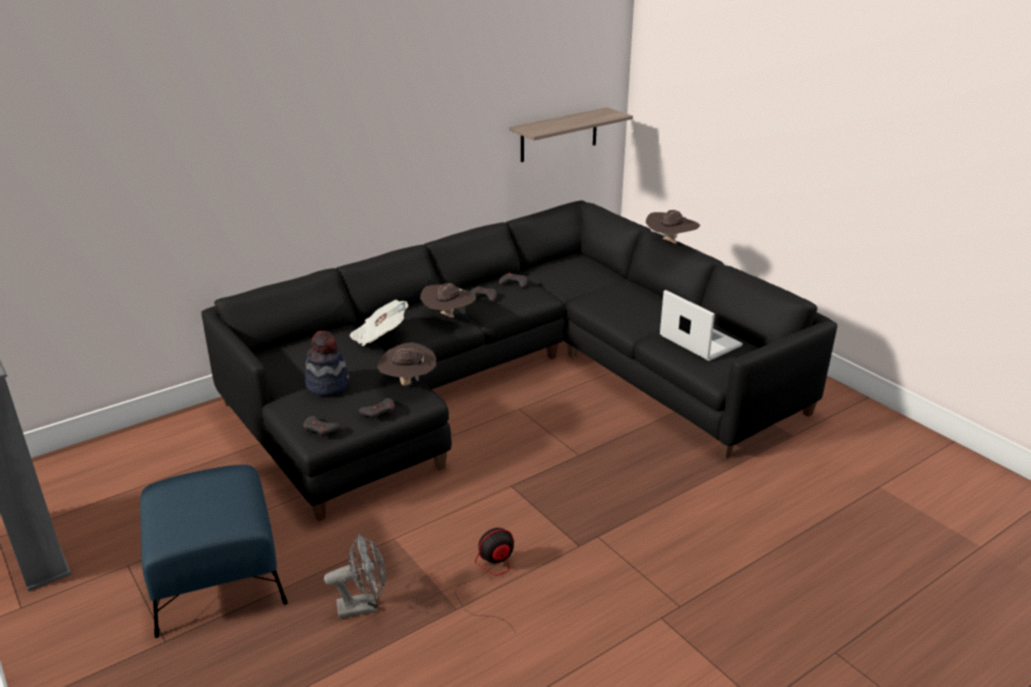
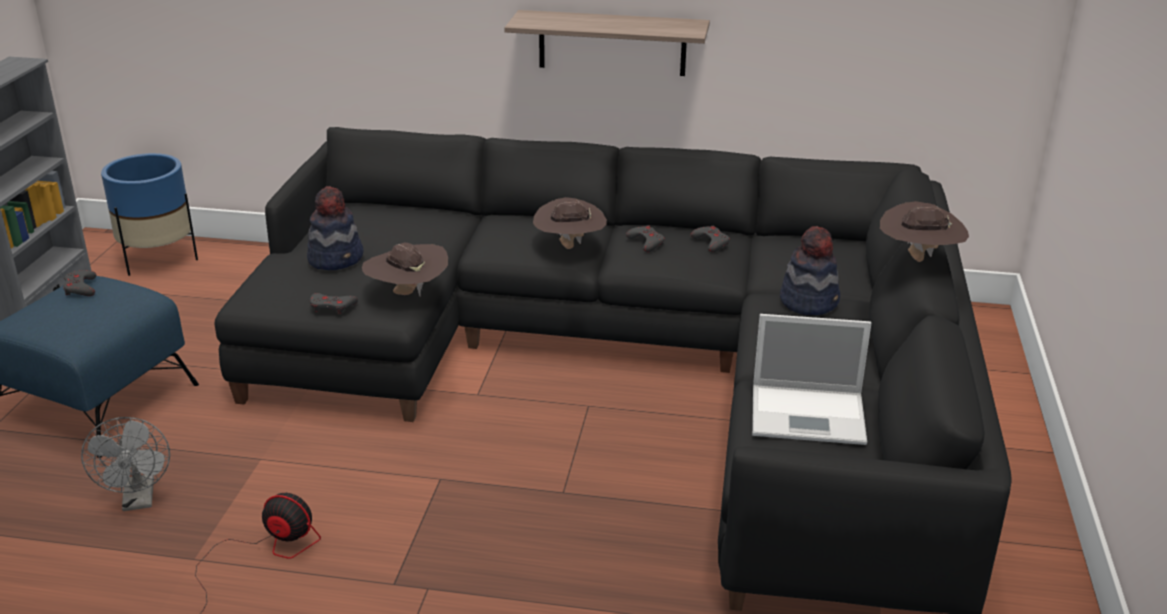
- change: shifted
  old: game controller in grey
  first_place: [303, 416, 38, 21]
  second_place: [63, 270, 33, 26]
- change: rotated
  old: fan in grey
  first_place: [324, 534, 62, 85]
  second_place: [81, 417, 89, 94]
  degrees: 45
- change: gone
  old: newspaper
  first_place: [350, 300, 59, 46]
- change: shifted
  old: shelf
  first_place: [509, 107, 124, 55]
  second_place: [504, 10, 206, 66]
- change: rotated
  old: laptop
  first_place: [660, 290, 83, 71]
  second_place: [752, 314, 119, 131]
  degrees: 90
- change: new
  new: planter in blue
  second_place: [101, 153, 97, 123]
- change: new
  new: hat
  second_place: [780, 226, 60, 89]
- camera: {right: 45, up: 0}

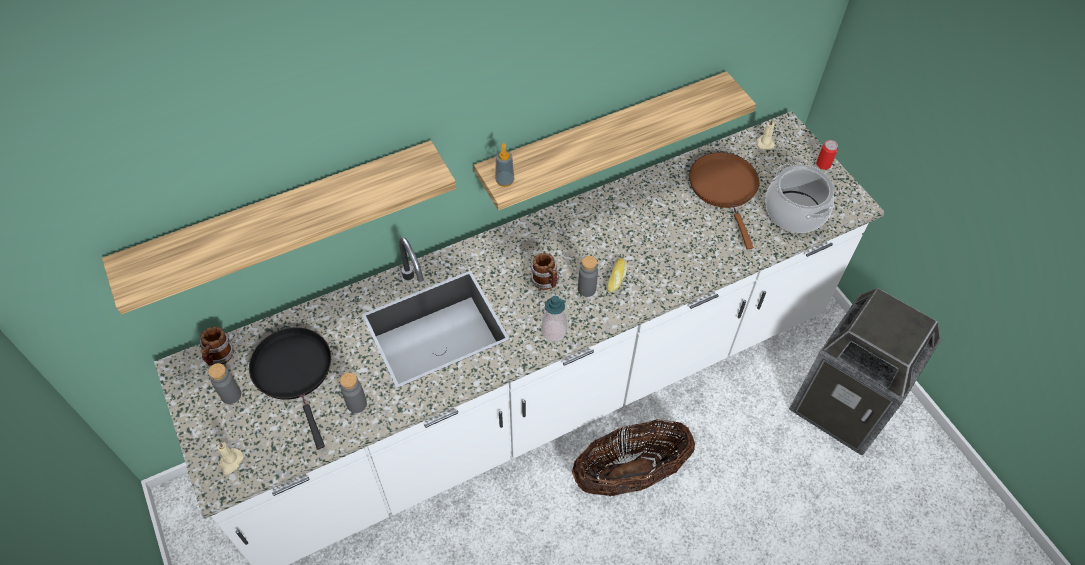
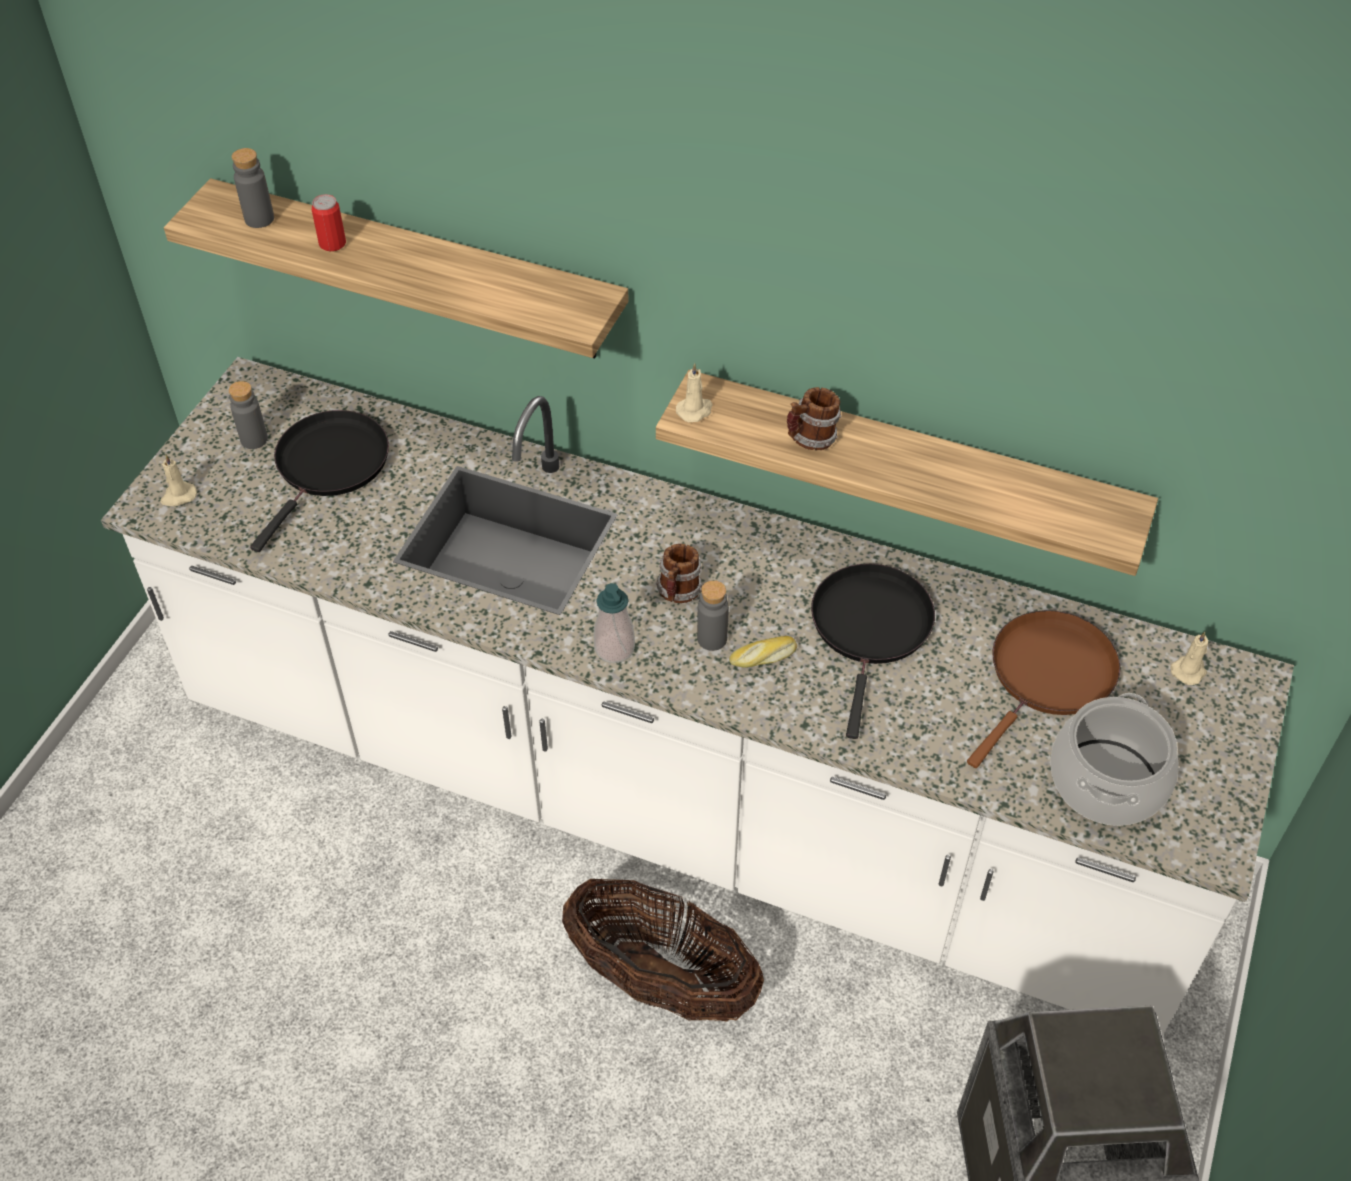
- change: shifted
  old: mug
  first_place: [199, 327, 35, 39]
  second_place: [787, 387, 54, 63]
- change: shifted
  old: bottle in grey
  first_place: [340, 372, 27, 41]
  second_place: [232, 148, 42, 80]
- change: swapped
  old: soap dispenser
  new: candle in beige
  first_place: [495, 143, 19, 44]
  second_place: [676, 363, 37, 59]
- change: shifted
  old: can
  first_place: [816, 140, 22, 30]
  second_place: [312, 194, 34, 57]
- change: new
  new: frying pan in black
  second_place: [811, 564, 124, 175]
- camera: {right: 50, up: -5}

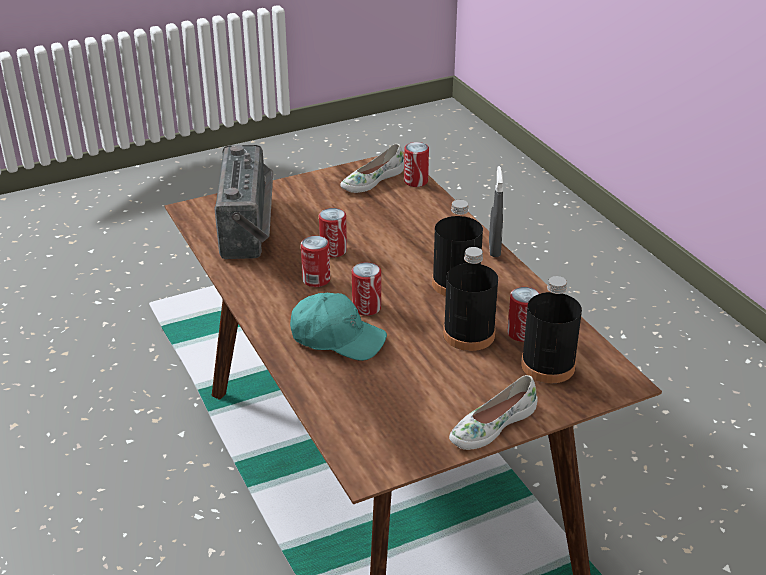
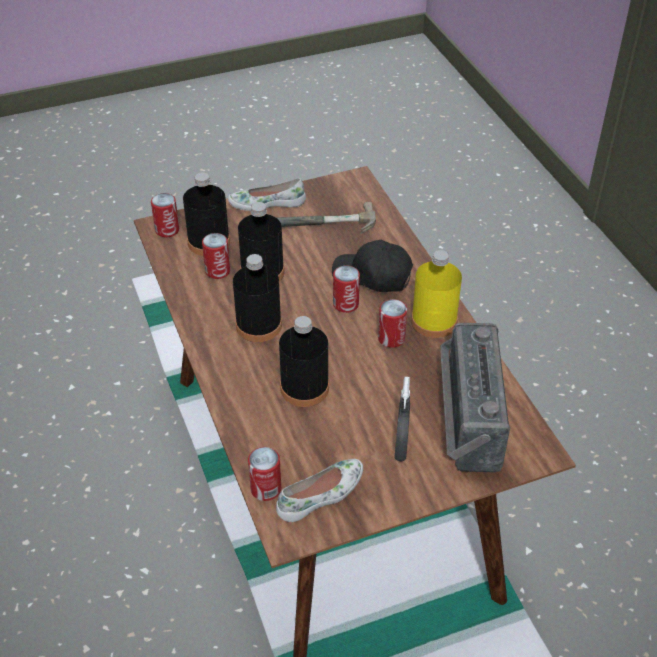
- change: repainted
  old: cap in turquoise
  new: cap in black
  first_place: [290, 293, 97, 68]
  second_place: [332, 240, 81, 52]
- change: shifted
  old: can
  first_place: [319, 208, 28, 49]
  second_place: [151, 193, 28, 44]
- change: rotated
  old: shoe in white
  first_place: [449, 375, 89, 75]
  second_place: [228, 178, 78, 33]
  degrees: -150
- change: shifted
  old: spray bottle in grey
  first_place: [489, 166, 14, 91]
  second_place: [394, 377, 16, 85]
- change: new
  new: hammer
  second_place: [276, 202, 100, 32]
- change: new
  new: bottle in black
  second_place: [279, 316, 50, 91]
- change: new
  new: bottle in yellow
  second_place: [411, 250, 51, 88]
- camera: {right: -175, up: 10}

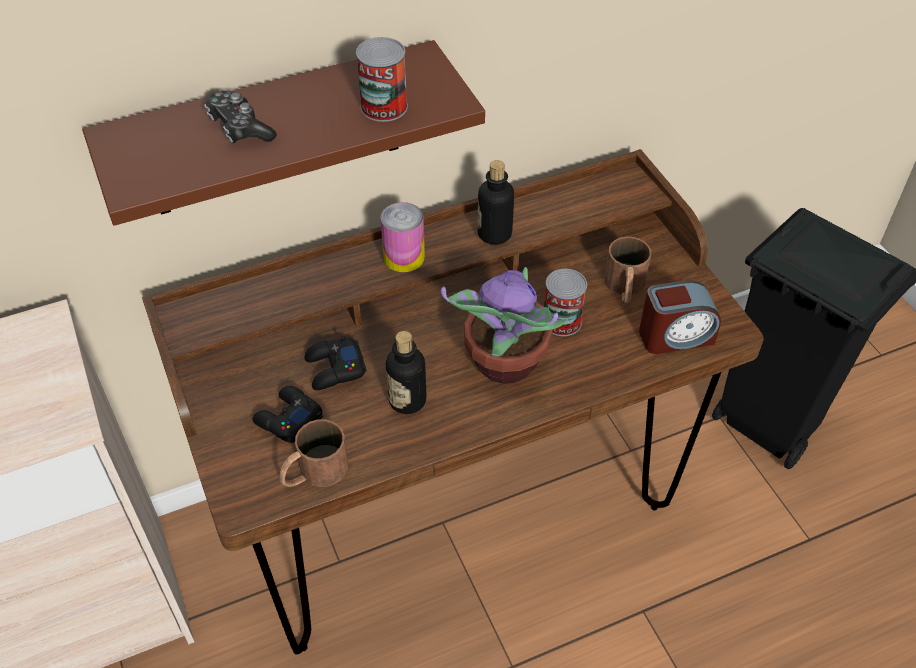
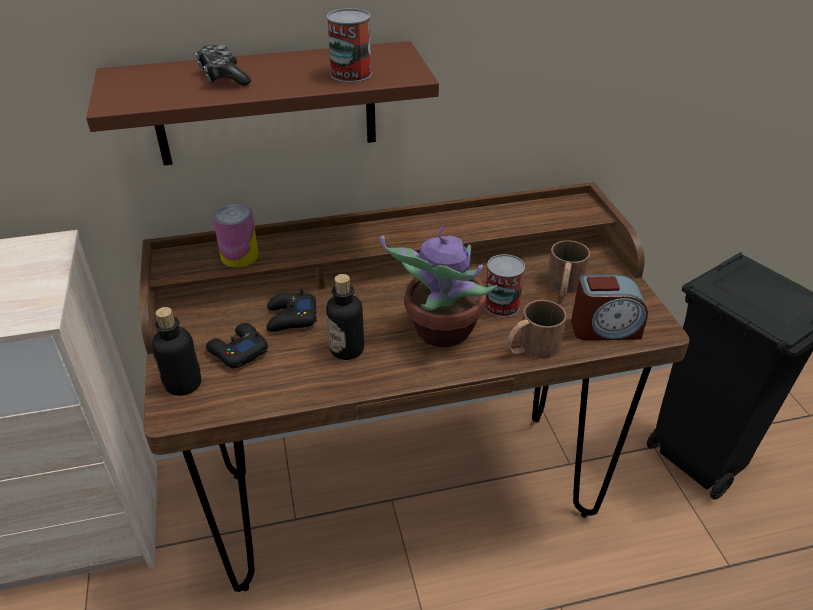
- change: shifted
  old: mug in brown
  first_place: [279, 419, 69, 68]
  second_place: [506, 300, 60, 59]
- change: shifted
  old: can
  first_place: [380, 202, 45, 70]
  second_place: [213, 204, 46, 63]
- change: shifted
  old: bottle
  first_place: [477, 160, 37, 85]
  second_place: [152, 307, 49, 89]
- camera: {right: 10, up: -10}

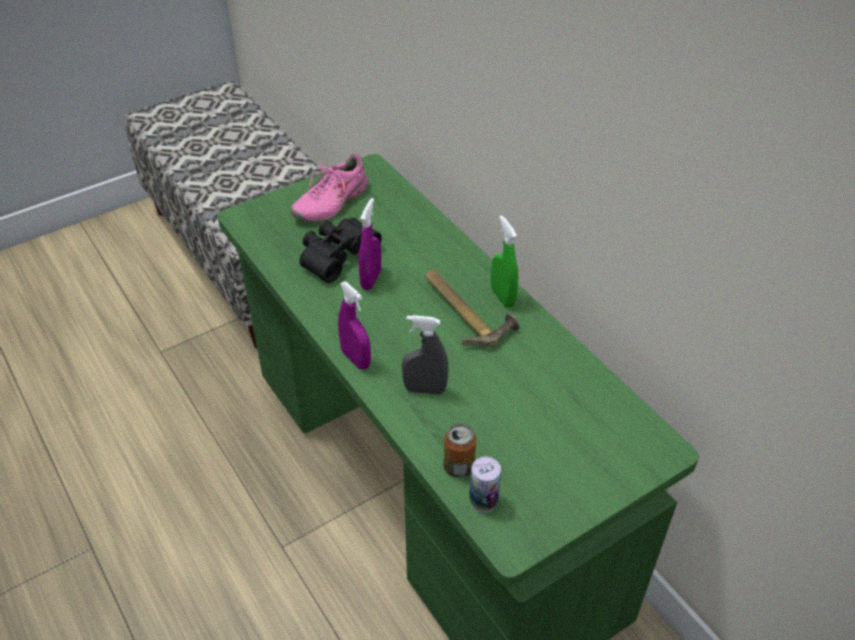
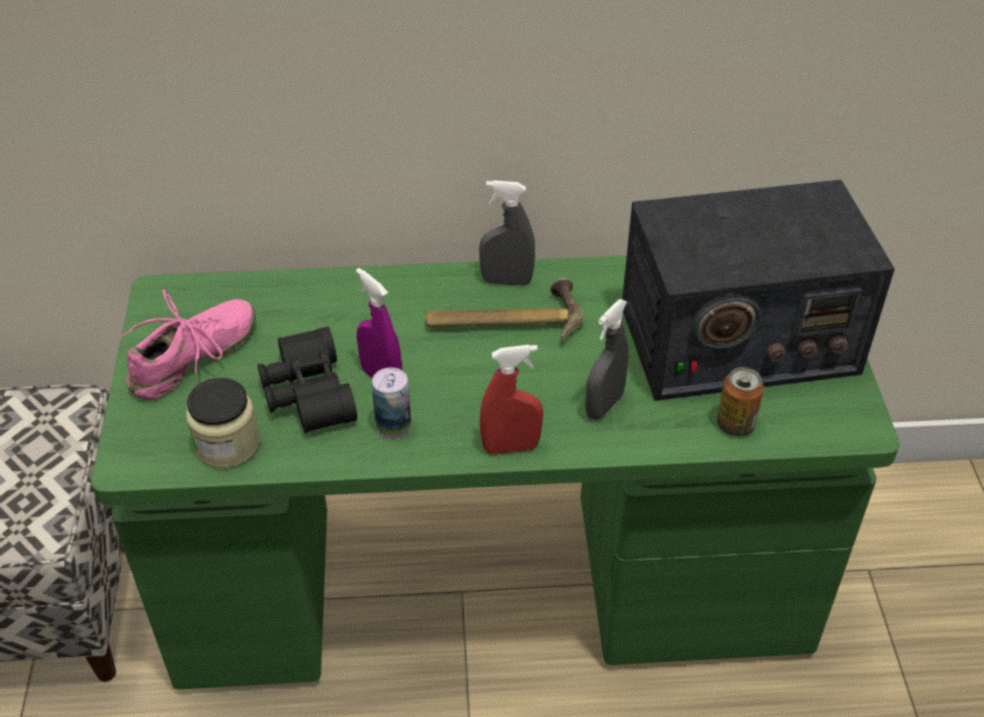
- change: rotated
  old: shoe in pink
  first_place: [290, 153, 79, 69]
  second_place: [119, 290, 137, 110]
  degrees: -120
- change: repainted
  old: spray bottle in purple
  new: spray bottle in red
  first_place: [338, 281, 33, 88]
  second_place: [479, 345, 64, 110]
- change: shifted
  old: can
  first_place: [469, 457, 32, 56]
  second_place: [372, 367, 39, 72]
- change: repainted
  old: spray bottle in green
  new: spray bottle in grey
  first_place: [491, 215, 27, 92]
  second_place: [479, 180, 56, 106]
- change: new
  new: jar
  second_place: [186, 378, 74, 90]
- change: new
  new: radio
  second_place: [622, 180, 273, 221]
- camera: {right: -60, up: 0}

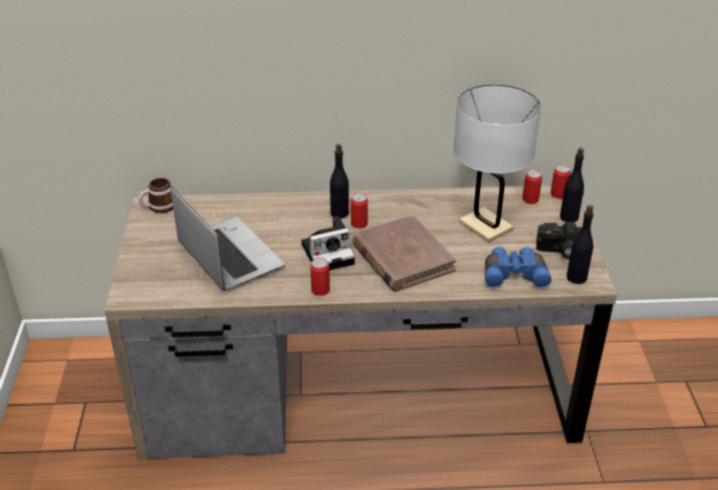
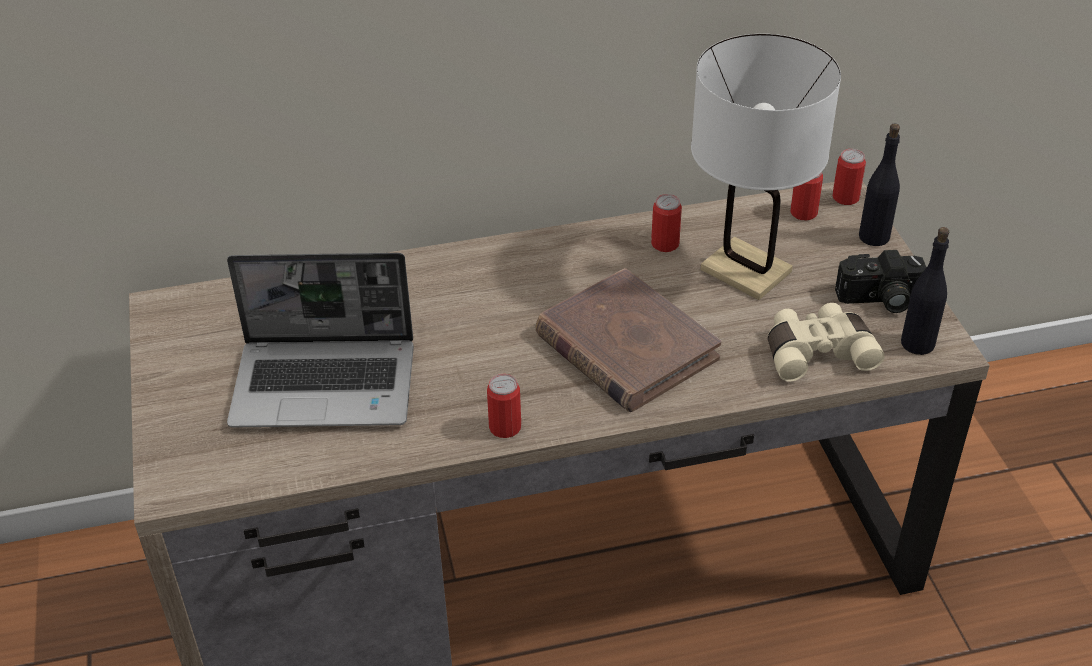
- change: gone
  old: mug
  first_place: [139, 178, 34, 35]
- change: rotated
  old: laptop
  first_place: [170, 186, 114, 105]
  second_place: [227, 253, 187, 175]
  degrees: 135
- change: gone
  old: photo camera
  first_place: [301, 216, 54, 55]
- change: gone
  old: bottle in black
  first_place: [330, 144, 19, 75]
- change: shifted
  old: can
  first_place: [351, 193, 17, 35]
  second_place: [651, 194, 31, 58]
- change: repainted
  old: binoculars in blue
  new: binoculars in beige
  first_place: [485, 247, 66, 41]
  second_place: [768, 303, 117, 79]
- camera: {right: -10, up: 5}

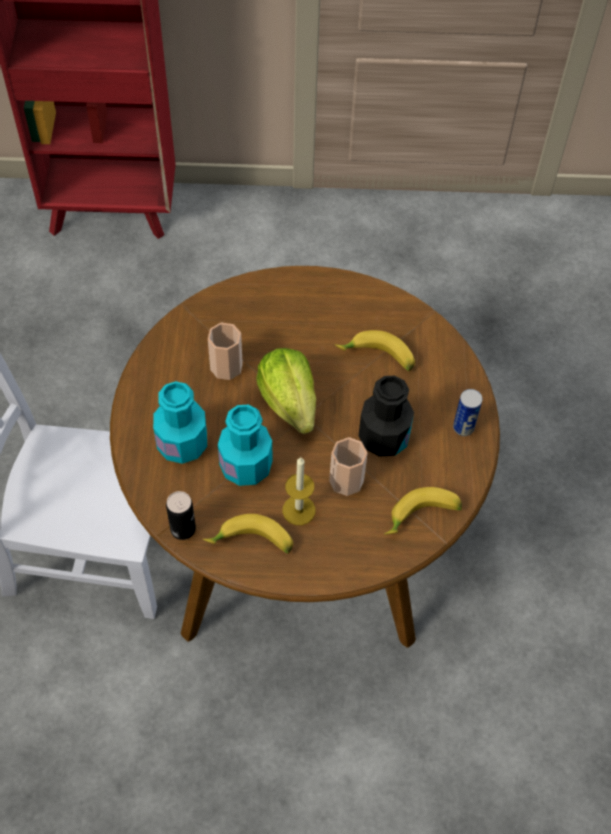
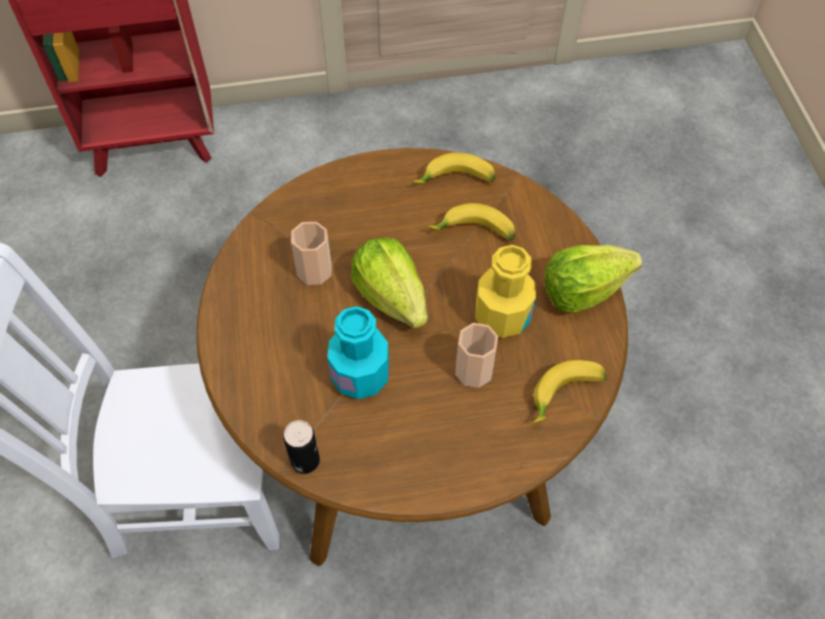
- change: gone
  old: bottle in turquoise
  first_place: [153, 381, 54, 83]
- change: shifted
  old: banana
  first_place: [203, 514, 90, 40]
  second_place: [412, 153, 84, 31]
- change: gone
  old: candle
  first_place: [282, 458, 33, 67]
- change: repainted
  old: bottle in black
  new: bottle in yellow
  first_place: [359, 376, 55, 80]
  second_place: [476, 245, 60, 93]
- change: swapped
  old: can
  new: lettuce
  first_place: [453, 389, 29, 47]
  second_place: [545, 245, 97, 67]
- camera: {right: -10, up: 0}

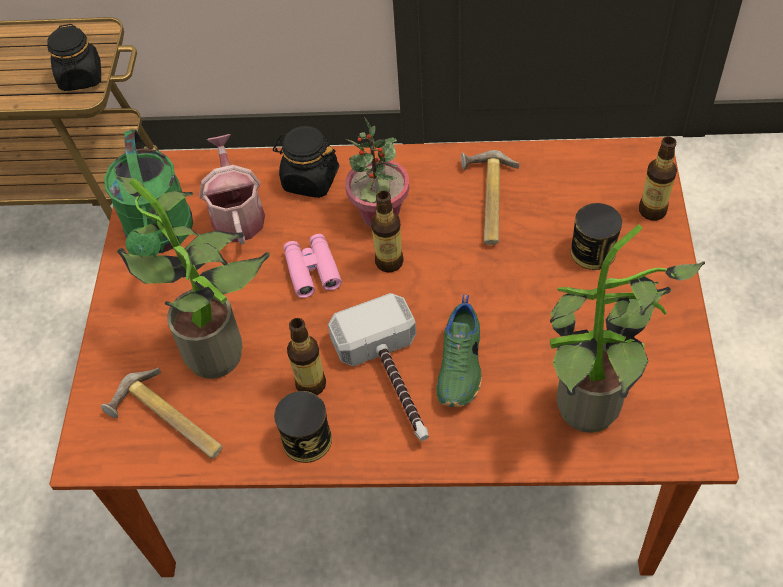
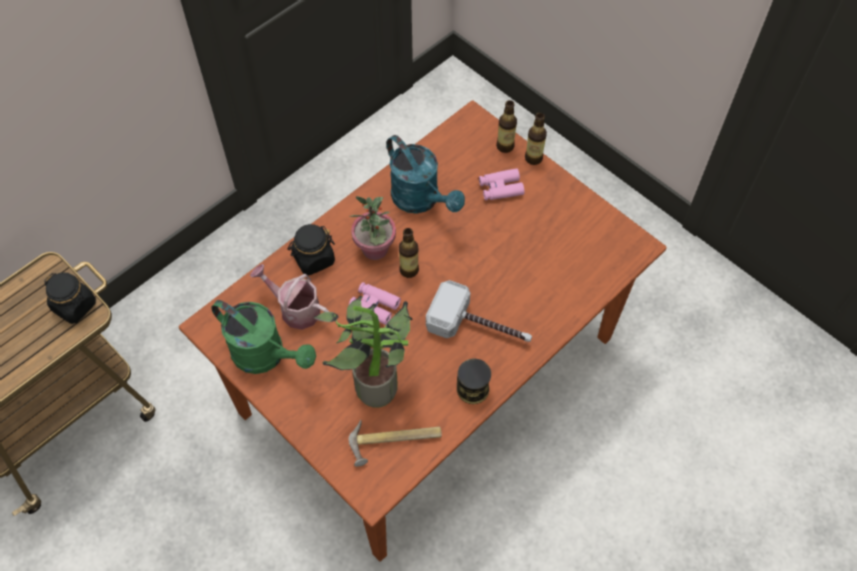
- change: shifted
  old: bottle
  first_place: [287, 318, 39, 77]
  second_place: [525, 113, 22, 52]
- change: gone
  old: shoe in green
  first_place: [436, 294, 46, 113]
- change: swapped
  old: hammer
  new: watering can in turquoise
  first_place: [461, 150, 58, 95]
  second_place: [387, 135, 78, 79]
- change: gone
  old: potted plant
  first_place: [550, 224, 155, 209]
- change: swapped
  old: can
  new: binoculars in pink
  first_place: [571, 203, 51, 67]
  second_place: [479, 168, 46, 32]
- camera: {right: -50, up: 5}

